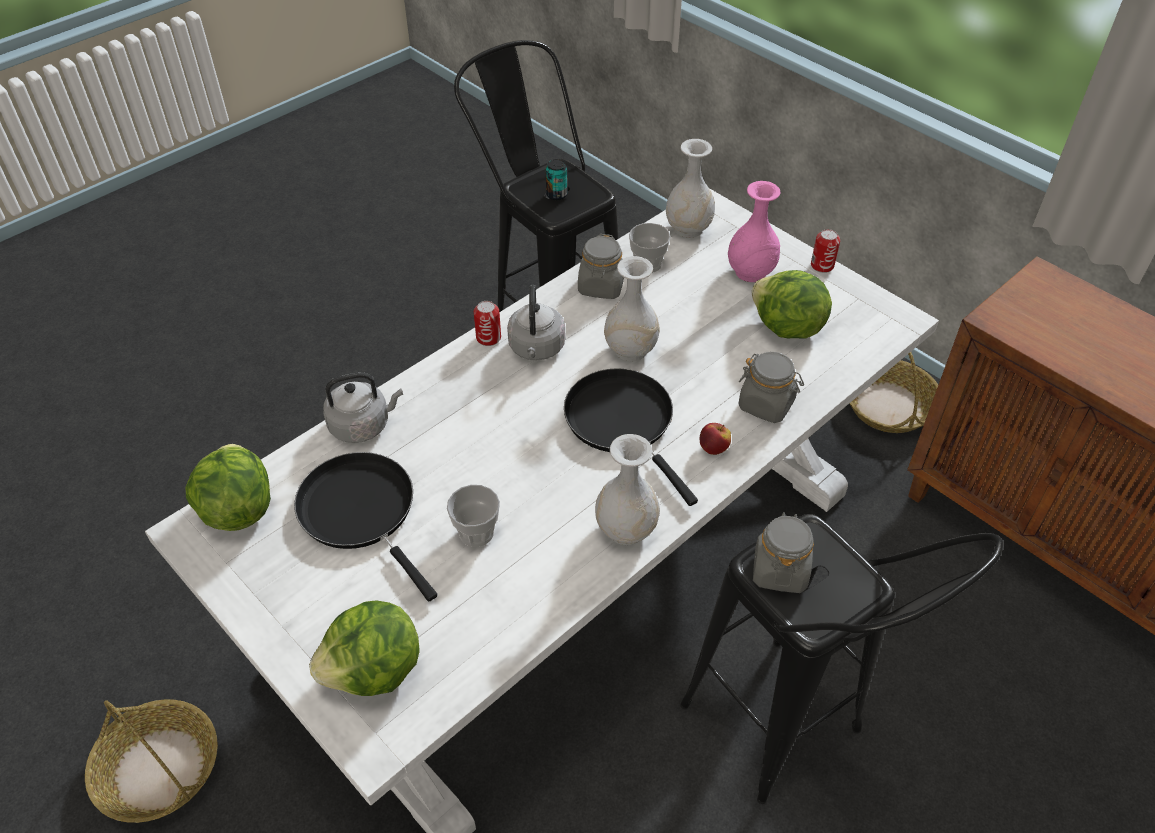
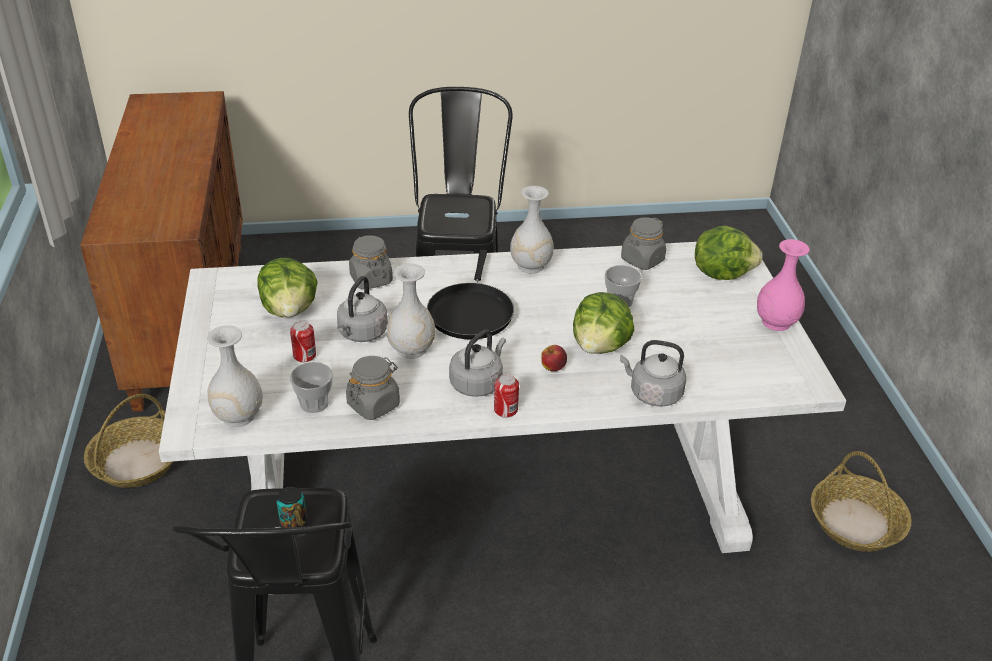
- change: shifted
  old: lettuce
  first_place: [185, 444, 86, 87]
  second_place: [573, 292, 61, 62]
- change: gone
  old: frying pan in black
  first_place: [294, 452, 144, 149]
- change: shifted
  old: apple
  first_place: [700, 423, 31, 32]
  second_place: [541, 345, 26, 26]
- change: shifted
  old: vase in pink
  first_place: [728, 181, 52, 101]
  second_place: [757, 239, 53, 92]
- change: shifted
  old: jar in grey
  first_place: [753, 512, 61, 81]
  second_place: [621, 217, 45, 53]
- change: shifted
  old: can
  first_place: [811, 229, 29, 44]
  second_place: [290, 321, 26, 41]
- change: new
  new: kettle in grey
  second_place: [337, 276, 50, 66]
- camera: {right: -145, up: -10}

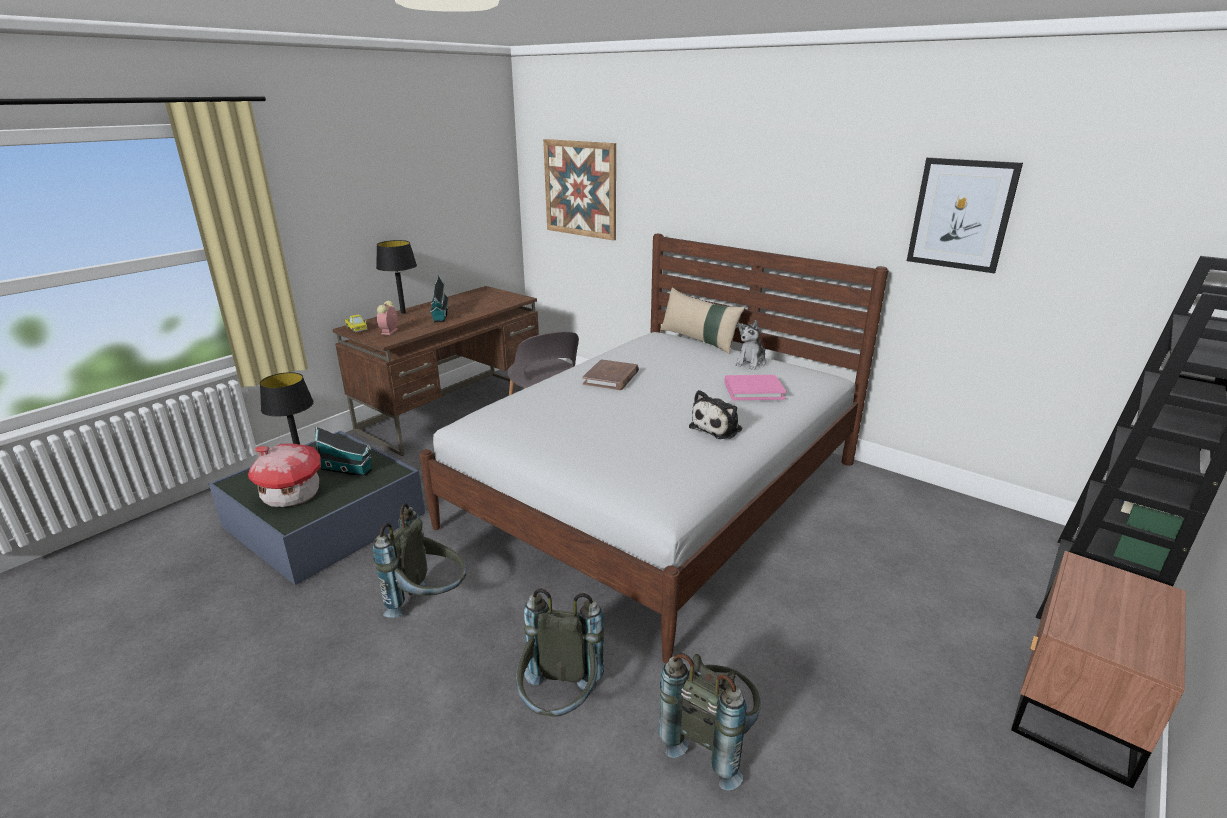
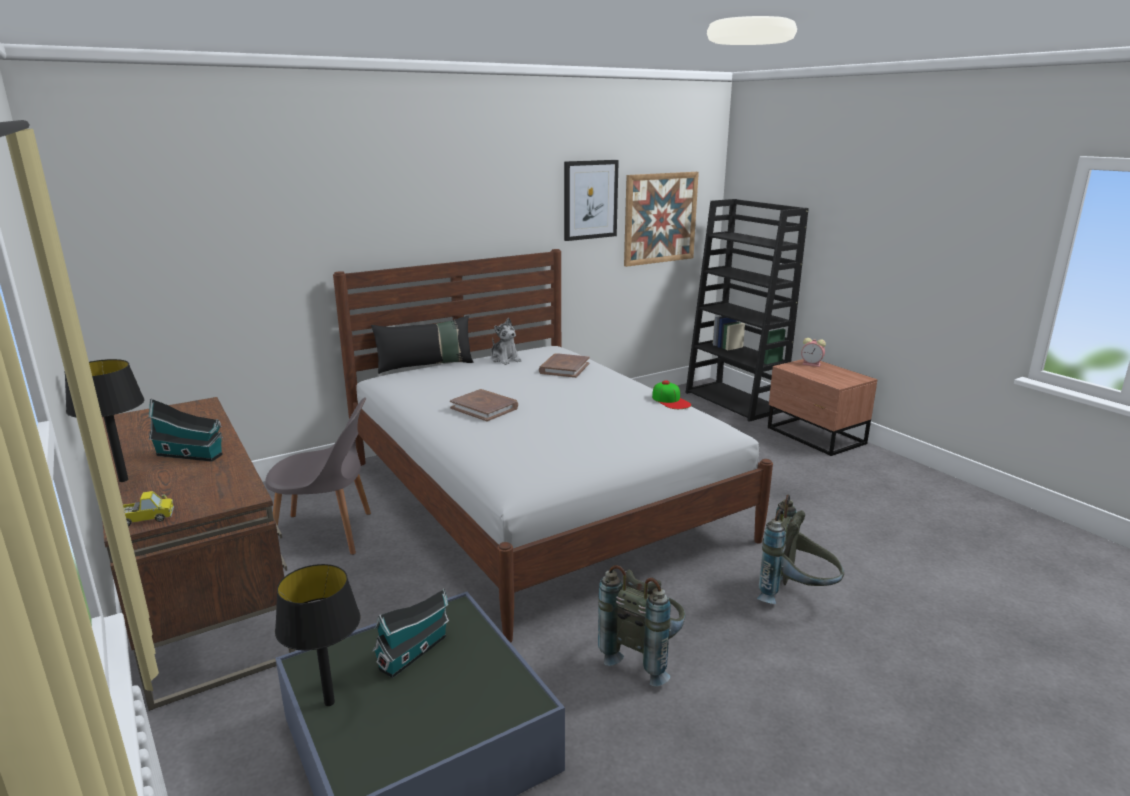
- change: gone
  old: toy house
  first_place: [248, 443, 73, 64]
- change: shifted
  old: alarm clock
  first_place: [377, 301, 21, 34]
  second_place: [801, 338, 25, 29]
- change: shifted
  old: picture
  first_place: [543, 139, 73, 102]
  second_place: [624, 172, 75, 95]
- change: gone
  old: backpack in grey
  first_place: [659, 653, 102, 138]
- change: repainted
  old: pillow in beige
  new: pillow in black
  first_place: [660, 287, 85, 67]
  second_place: [371, 316, 102, 58]
- change: gone
  old: plush toy
  first_place: [689, 390, 53, 49]
- change: repainted
  old: book in pink
  new: book in brown
  first_place: [725, 375, 61, 25]
  second_place: [539, 353, 50, 25]
- change: new
  new: cap
  second_place: [652, 380, 39, 29]
- camera: {right: -70, up: -5}

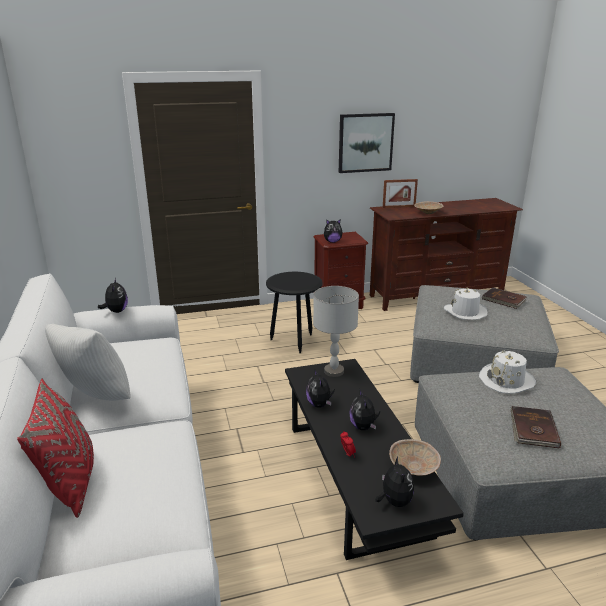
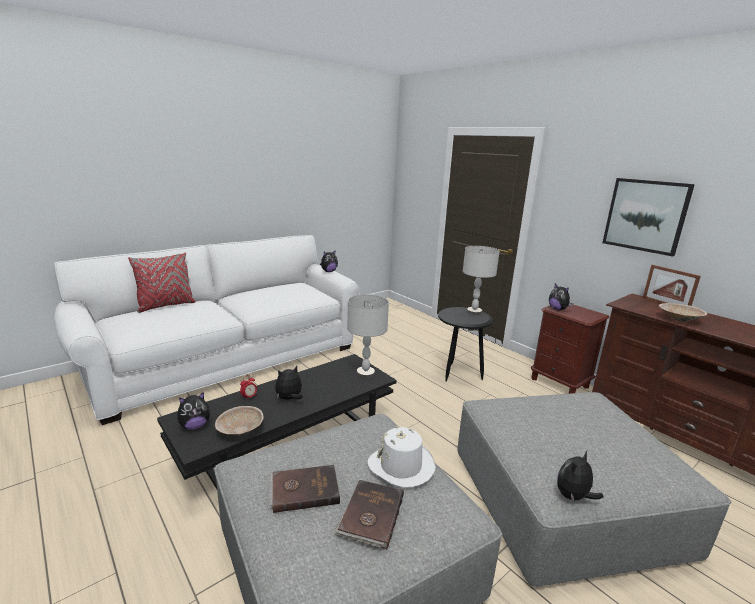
- change: gone
  old: pillow in white
  first_place: [45, 324, 86, 76]
- change: shifted
  old: plush toy
  first_place: [306, 370, 29, 37]
  second_place: [557, 451, 46, 52]
- change: gone
  old: hat in white
  first_place: [444, 287, 44, 33]
- change: shifted
  old: book in brown
  first_place: [482, 287, 45, 22]
  second_place: [333, 480, 71, 69]
- change: new
  new: table lamp in grey
  second_place: [463, 246, 37, 69]
- camera: {right: 65, up: -5}

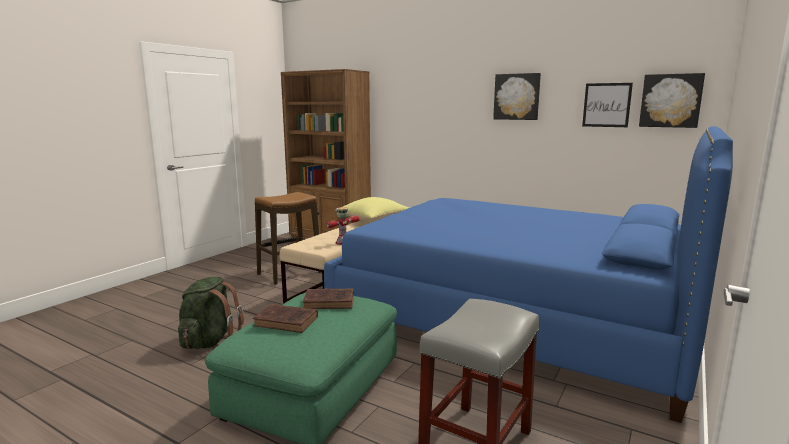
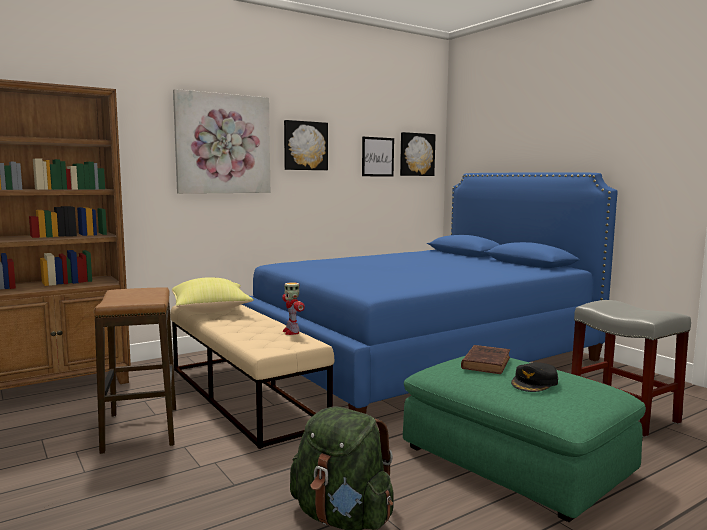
- change: swapped
  old: book in brown
  new: cap in black
  first_place: [253, 304, 65, 29]
  second_place: [511, 362, 47, 30]
- change: new
  new: picture
  second_place: [173, 89, 97, 105]
- camera: {right: -65, up: -5}

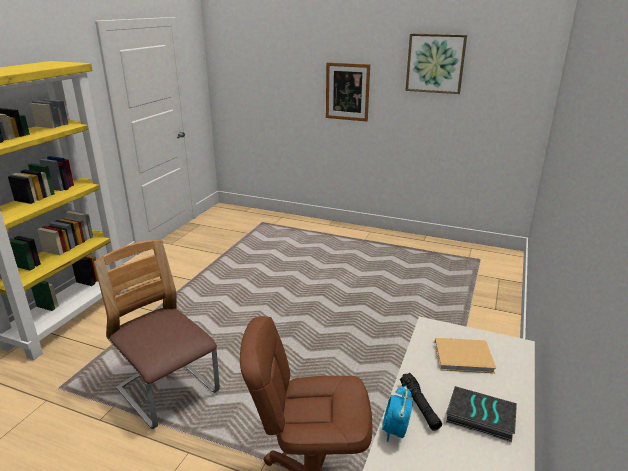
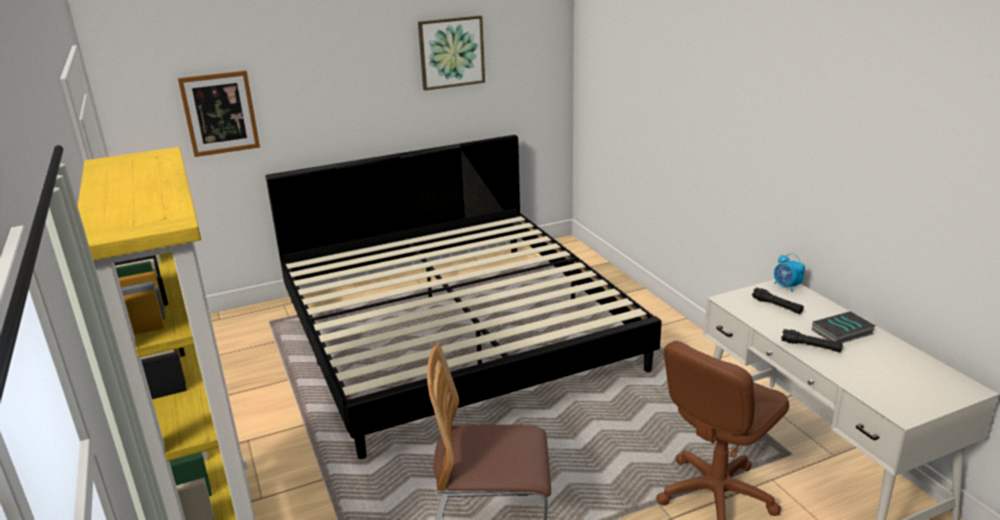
- change: shifted
  old: picture
  first_place: [326, 62, 44, 59]
  second_place: [178, 71, 82, 86]
- change: shifted
  old: alarm clock
  first_place: [382, 385, 31, 57]
  second_place: [774, 254, 31, 38]
- change: swapped
  old: book in beige
  new: flashlight in black
  first_place: [435, 338, 61, 35]
  second_place: [752, 288, 52, 26]
- change: new
  new: bed
  second_place: [266, 135, 396, 324]
- camera: {right: -45, up: 0}

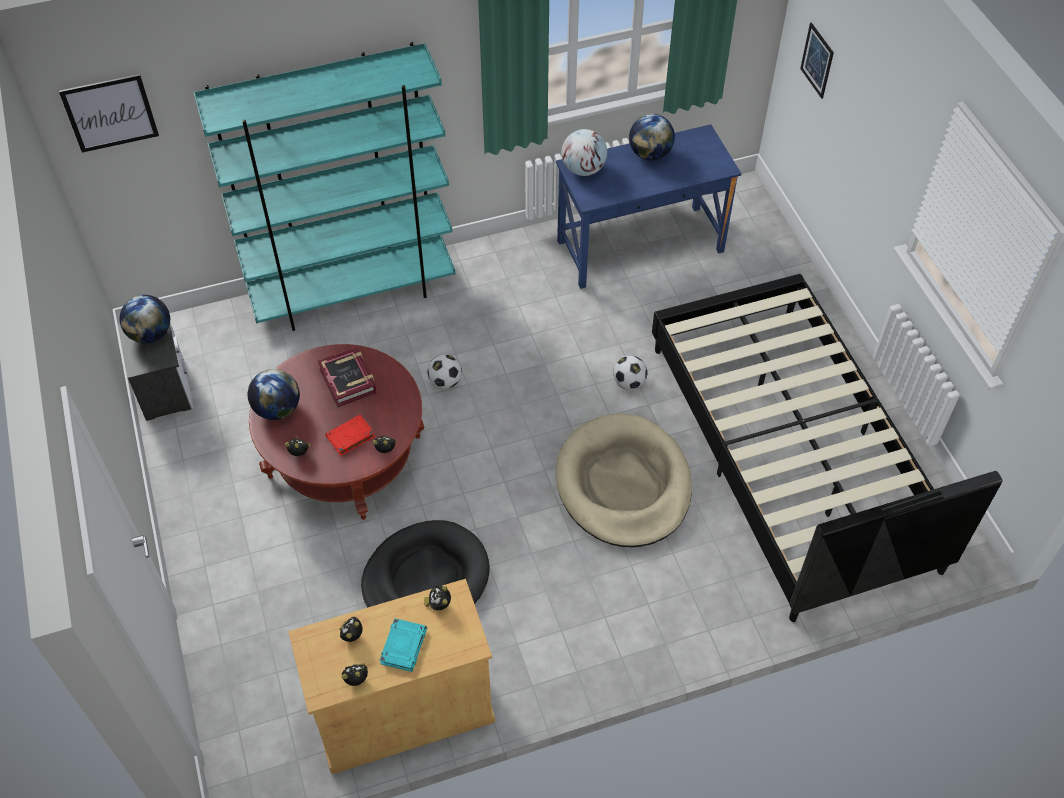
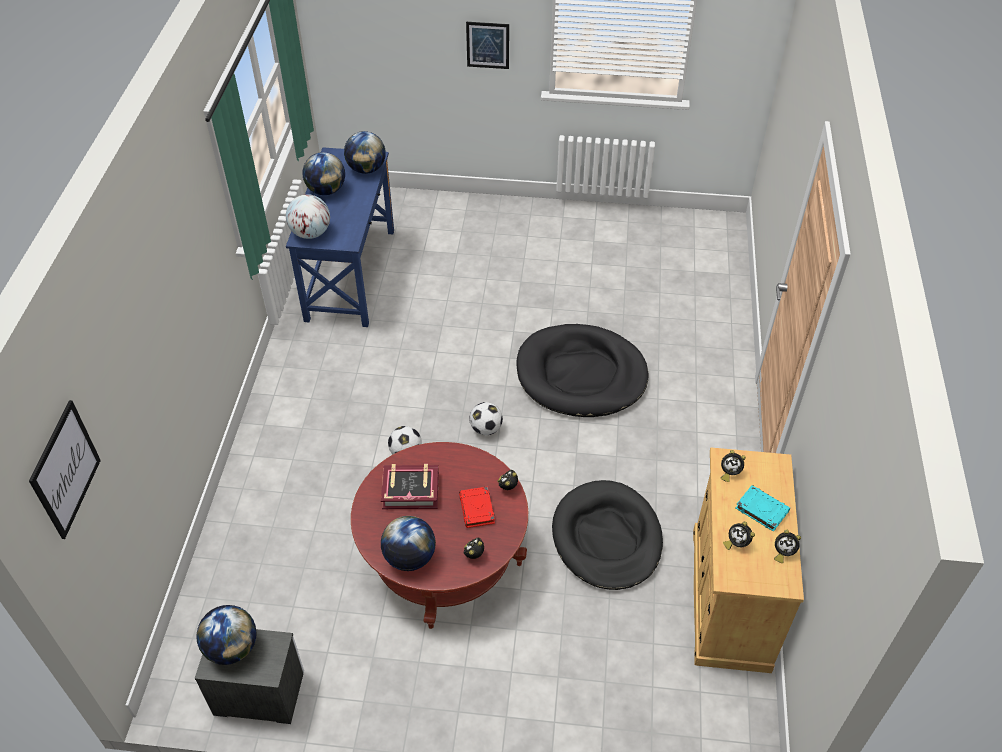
- change: gone
  old: bookcase in turquoise
  first_place: [193, 42, 262, 289]
- change: rotated
  old: alarm clock
  first_place: [342, 664, 26, 22]
  second_place: [774, 529, 27, 34]
  degrees: -90
- change: repainted
  old: dog bed in beige
  new: dog bed in black
  first_place: [556, 413, 136, 134]
  second_place: [516, 324, 133, 93]
- change: shifted
  old: football
  first_place: [613, 356, 34, 34]
  second_place: [469, 402, 34, 33]
- change: gone
  old: bed in black
  first_place: [652, 274, 351, 348]
- change: shifted
  old: picture
  first_place: [800, 22, 34, 77]
  second_place: [466, 22, 43, 47]
- change: new
  new: globe
  second_place: [344, 131, 42, 43]
- camera: {right: -65, up: -5}

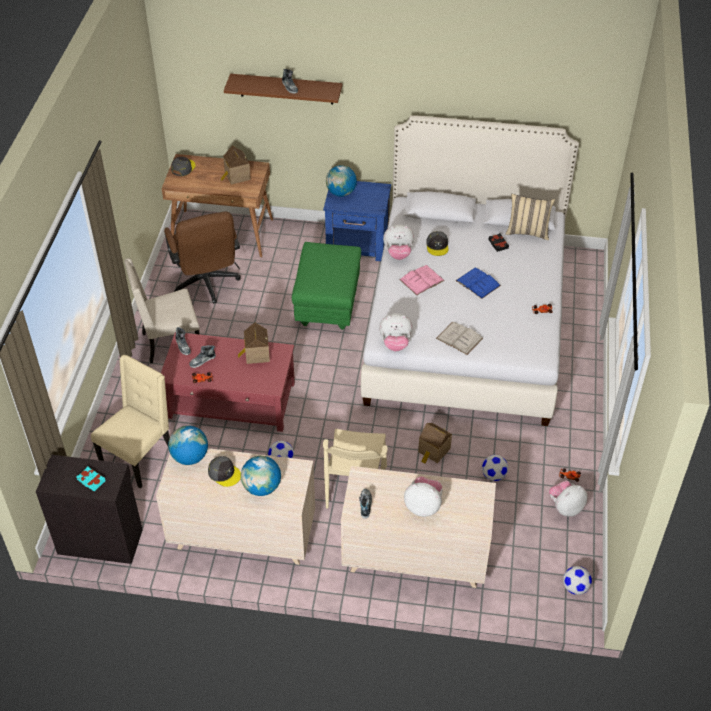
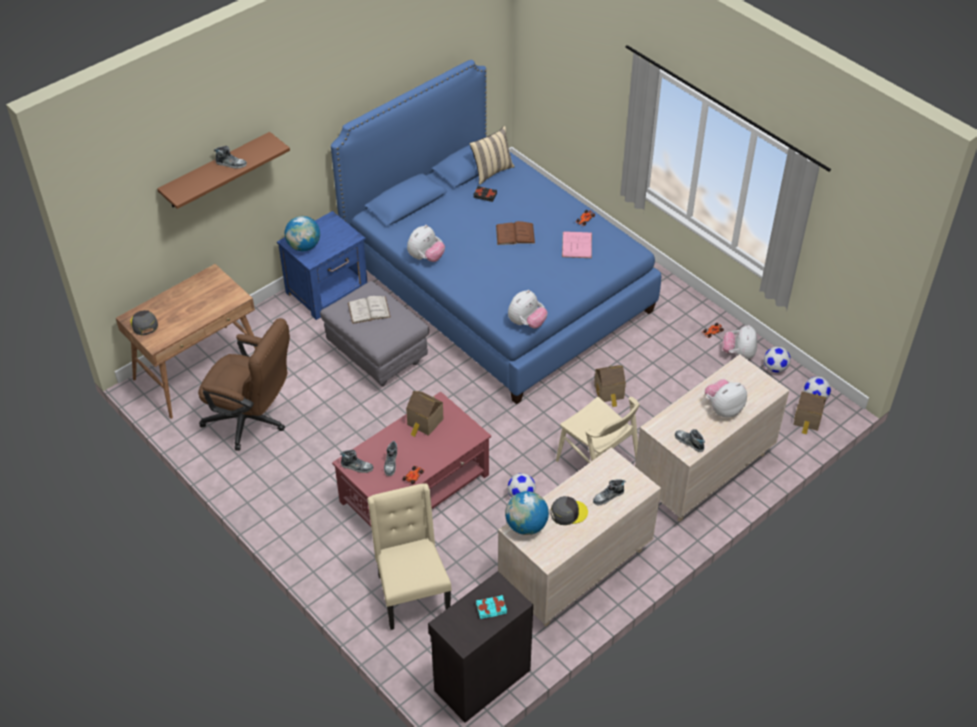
- change: gone
  old: chair in beige
  first_place: [124, 258, 76, 105]
- change: shifted
  old: toy house
  first_place: [221, 146, 30, 38]
  second_place: [793, 391, 33, 44]
- change: swapped
  old: globe
  new: shoe
  first_place: [241, 456, 40, 40]
  second_place: [593, 479, 33, 27]
- change: repainted
  old: ottoman in green
  new: ottoman in grey
  first_place: [292, 242, 69, 88]
  second_place: [320, 281, 109, 105]
- change: repainted
  old: bed in white
  new: bed in blue
  first_place: [361, 115, 218, 311]
  second_place: [331, 60, 330, 344]
- change: shifted
  old: book in pink
  first_place: [400, 265, 45, 30]
  second_place: [562, 231, 30, 27]
- change: gone
  old: cap in grey
  first_place: [426, 231, 23, 25]
- change: shifted
  old: book in white
  first_place: [436, 322, 47, 33]
  second_place: [348, 296, 43, 28]
- change: repainted
  old: book in blue
  new: book in brown
  first_place: [456, 268, 45, 31]
  second_place: [496, 221, 39, 24]
- change: shifted
  old: football
  first_place: [482, 455, 26, 26]
  second_place: [764, 347, 26, 26]
- camera: {right: -50, up: 0}

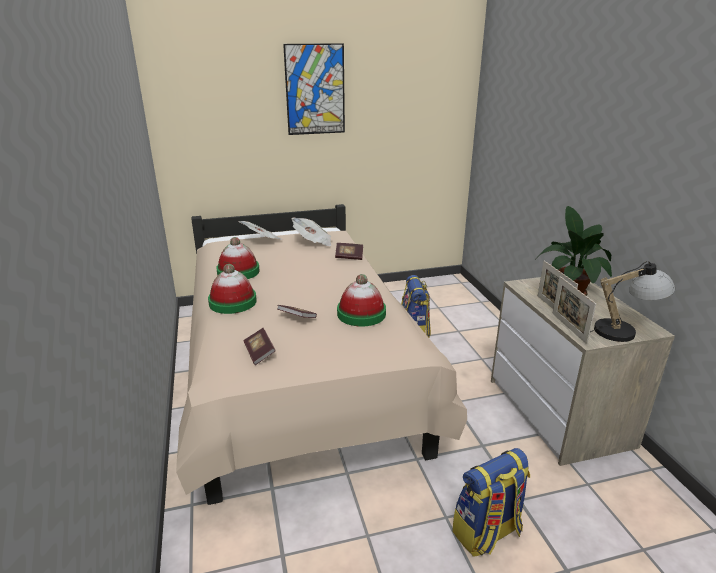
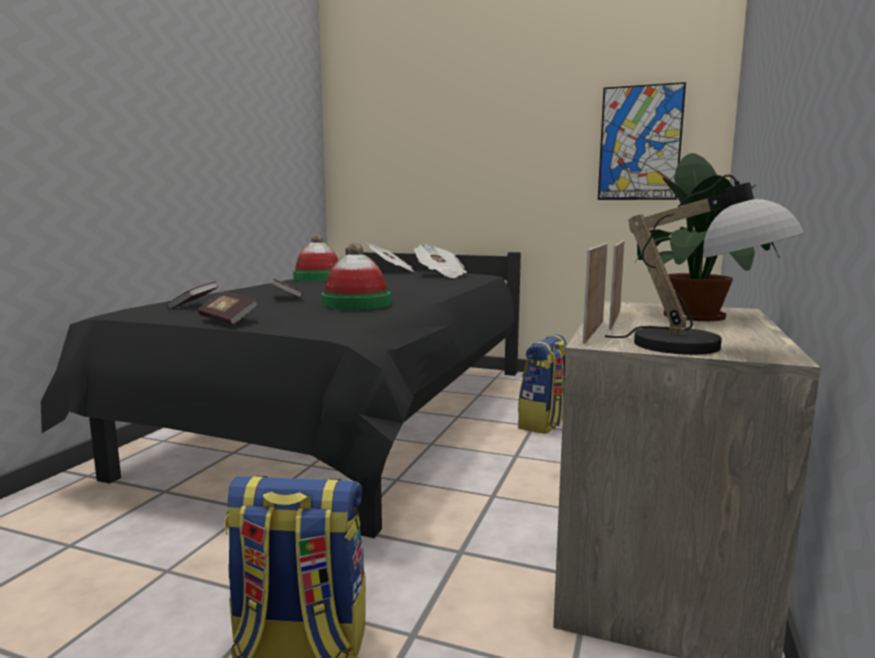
- change: repainted
  old: bed in beige
  new: bed in black
  first_place: [176, 204, 291, 301]
  second_place: [41, 248, 480, 290]
- change: gone
  old: hat
  first_place: [208, 264, 49, 50]
- change: shifted
  old: picture
  first_place: [283, 43, 62, 92]
  second_place: [598, 82, 88, 118]
- change: shifted
  old: book
  first_place: [335, 243, 28, 17]
  second_place: [197, 291, 62, 34]
- camera: {right: 35, up: -15}

